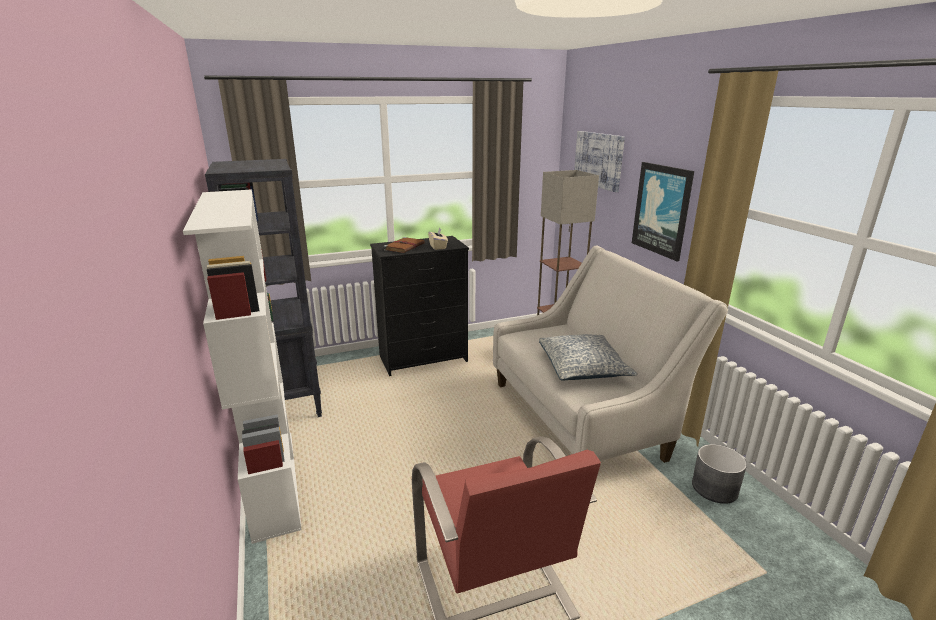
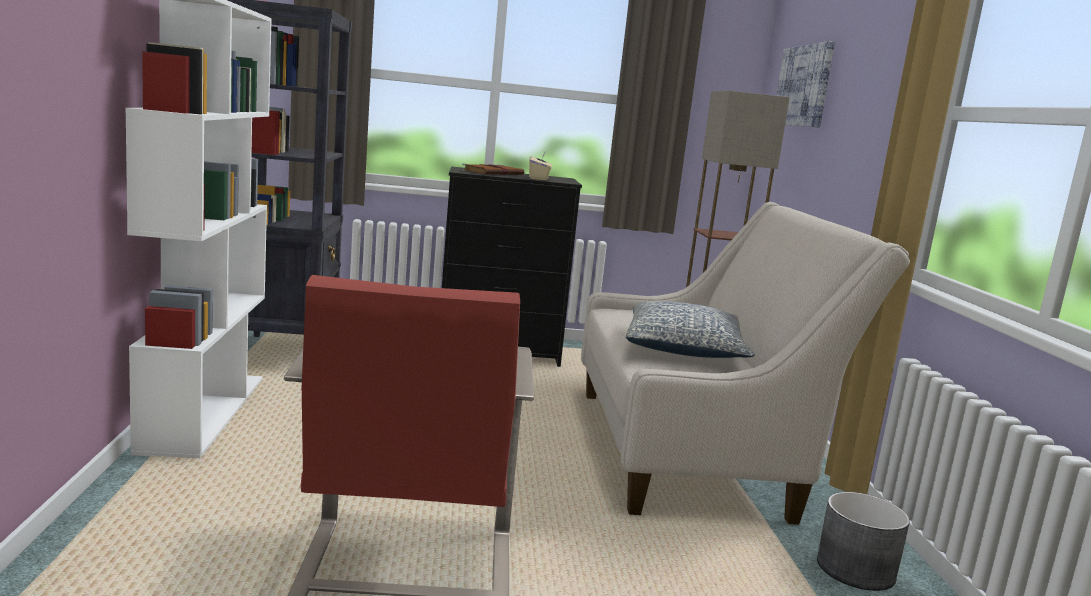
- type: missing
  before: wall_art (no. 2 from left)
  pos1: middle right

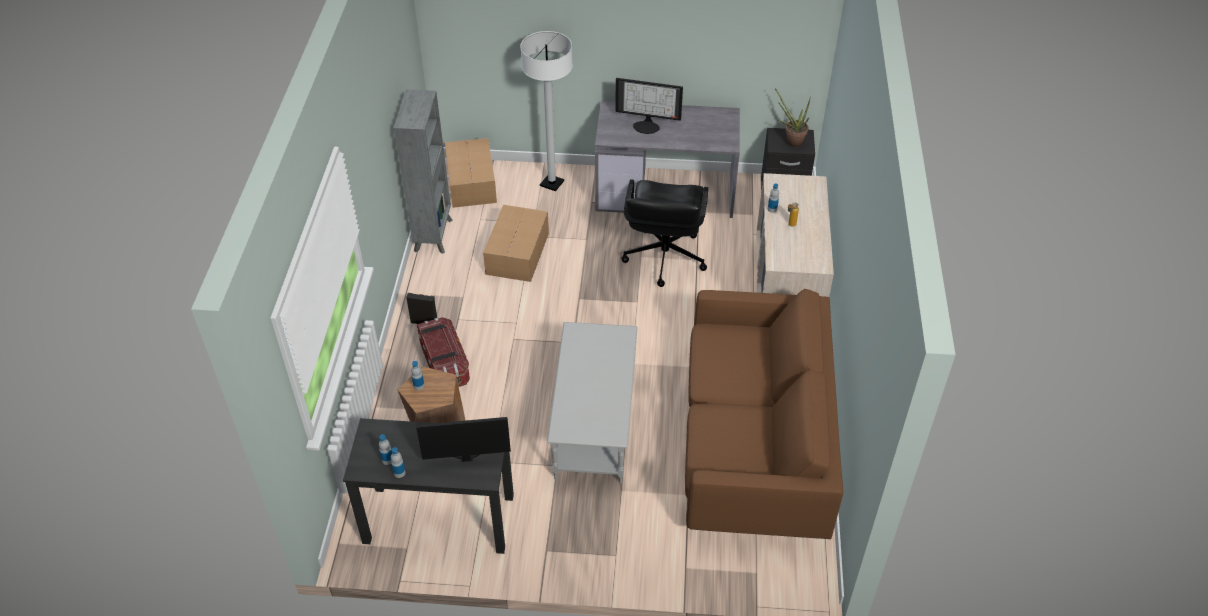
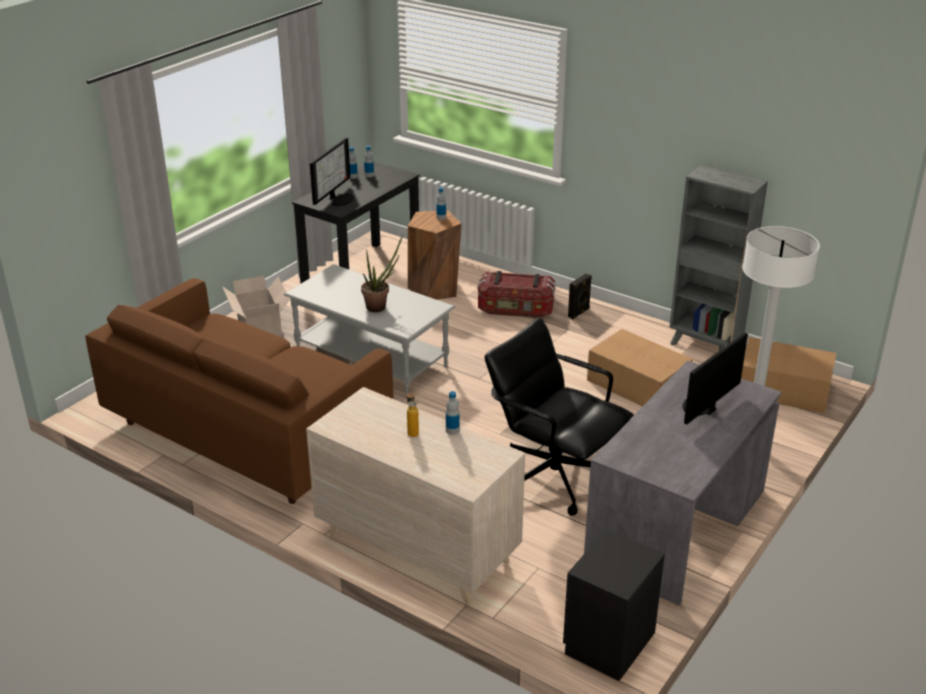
- type: relocated
  before: houseplant
  pos1: top centre
  pos2: centre
- type: appeared
  after: cardboard_box (no. 1 from left)
  pos2: middle left

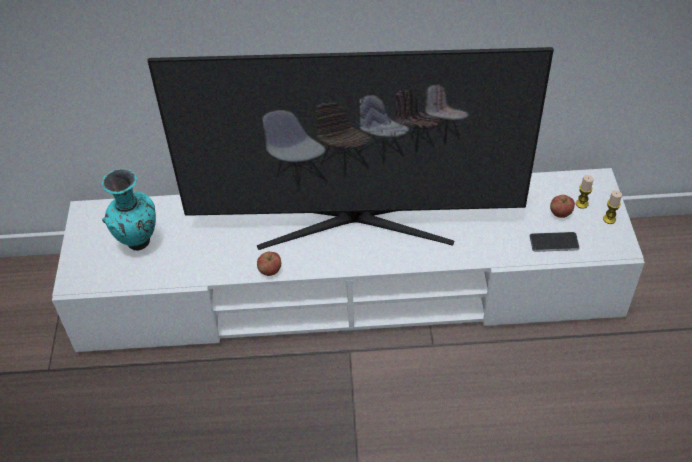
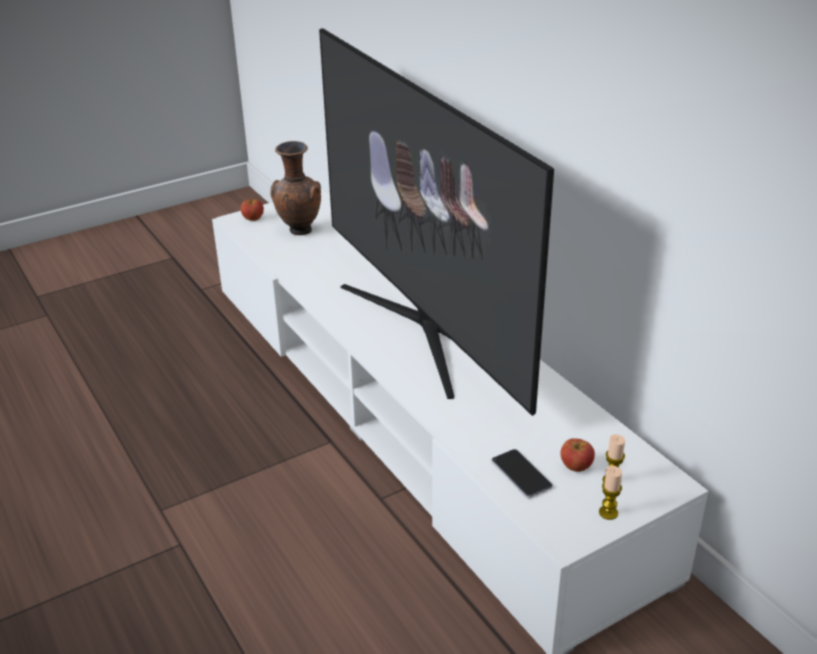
- type: colour
  before: turquoise_decorative_vase
  after: brown_decorative_vase
  pos1: middle left
  pos2: top centre
- type: relocated
  before: apple (no. 1 from left)
  pos1: centre
  pos2: top left

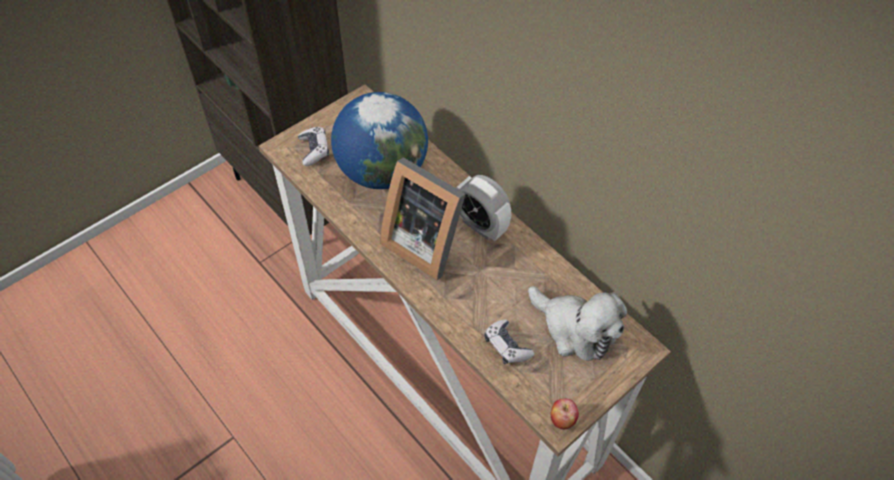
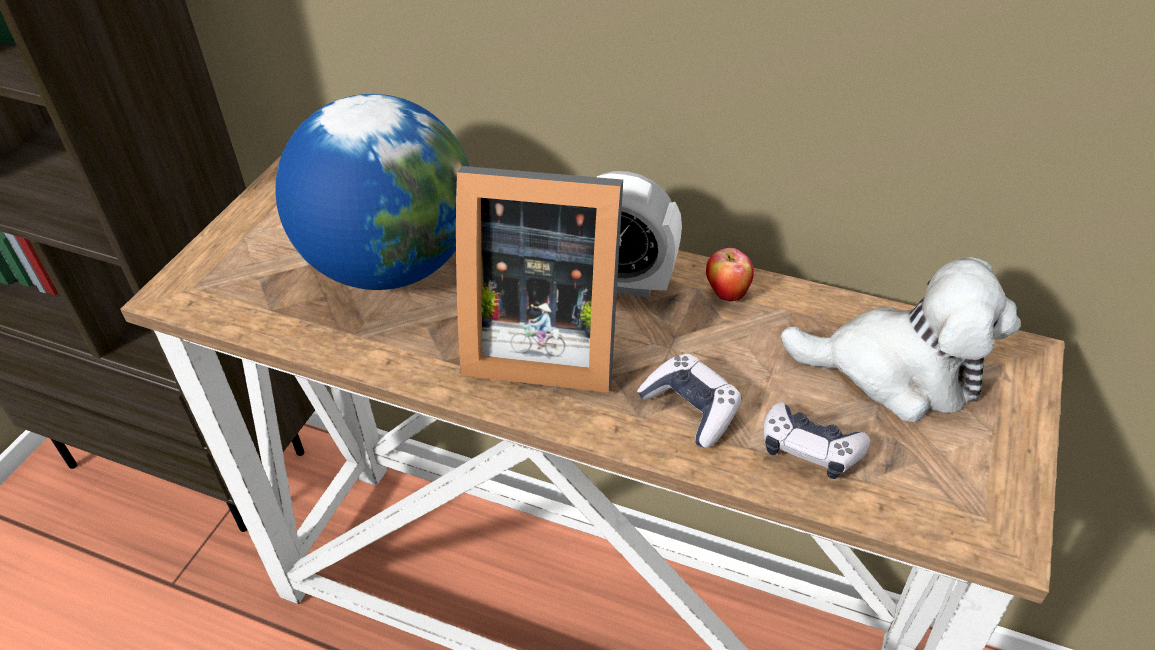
- type: relocated
  before: gamepad (no. 1 from left)
  pos1: top centre
  pos2: centre
- type: relocated
  before: apple
  pos1: bottom centre
  pos2: centre

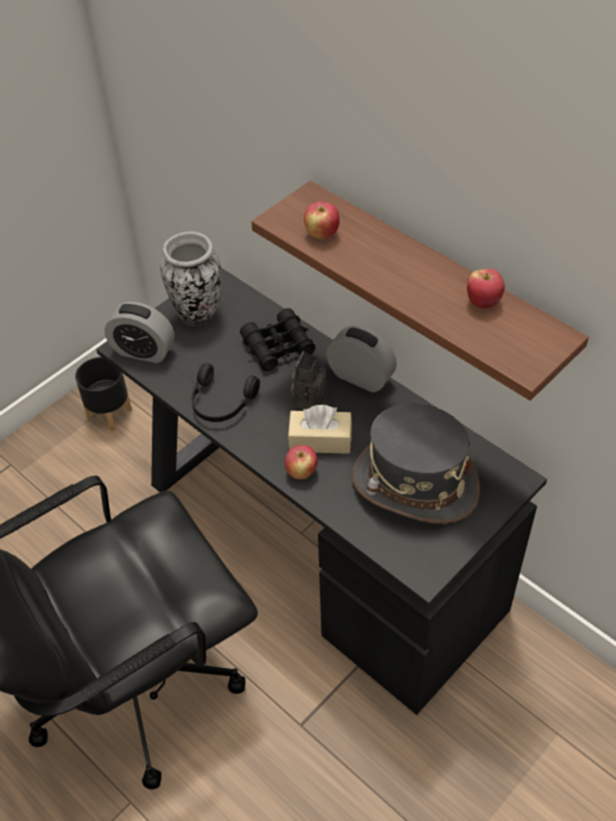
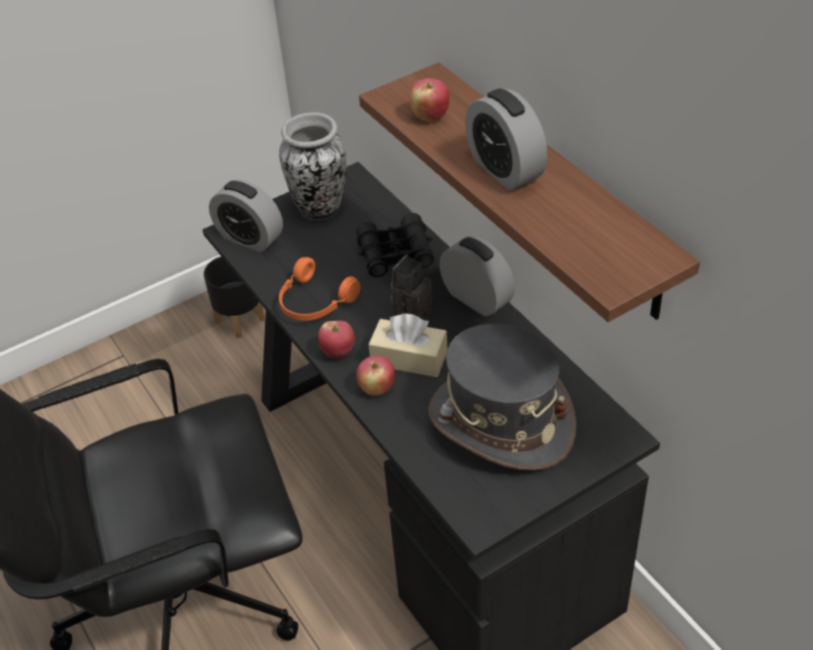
- type: relocated
  before: apple (no. 3 from left in the first image)
  after: apple (no. 1 from left)
  pos1: middle right
  pos2: centre
- type: colour
  before: black-coloured_headphones
  after: orangey_headphones
  pos1: centre
  pos2: centre
- type: appeared
  after: bedside_clock (no. 3 from left)
  pos2: top centre

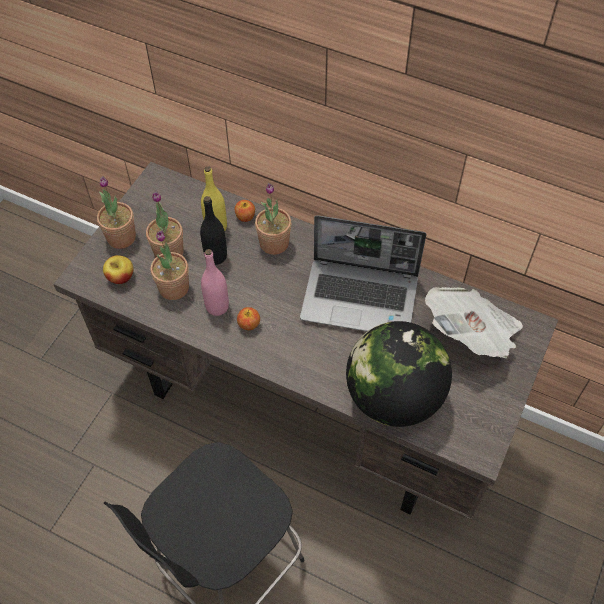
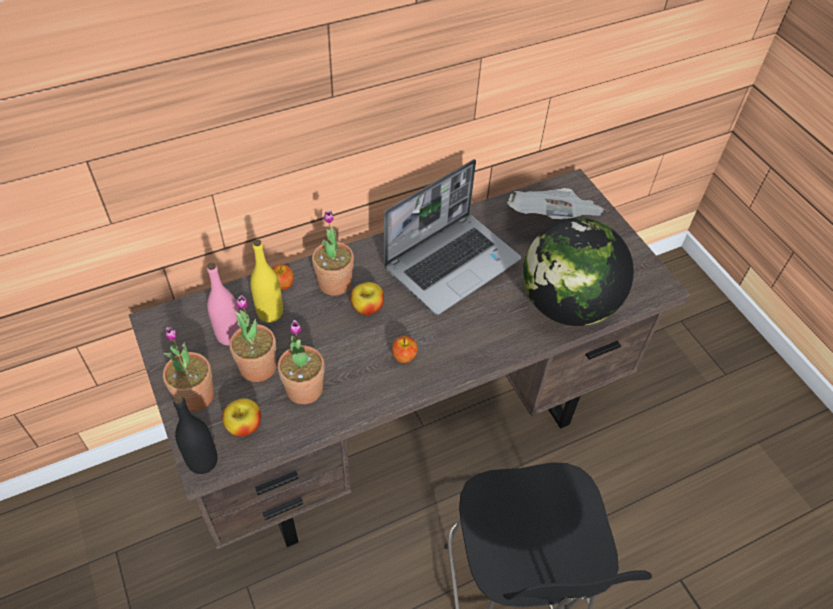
- type: relocated
  before: black-coloured_beverage_bottle
  pos1: centre
  pos2: bottom left
- type: relocated
  before: pinkish_beverage_bottle
  pos1: centre
  pos2: middle left
- type: appeared
  after: apple (no. 3 from left)
  pos2: centre

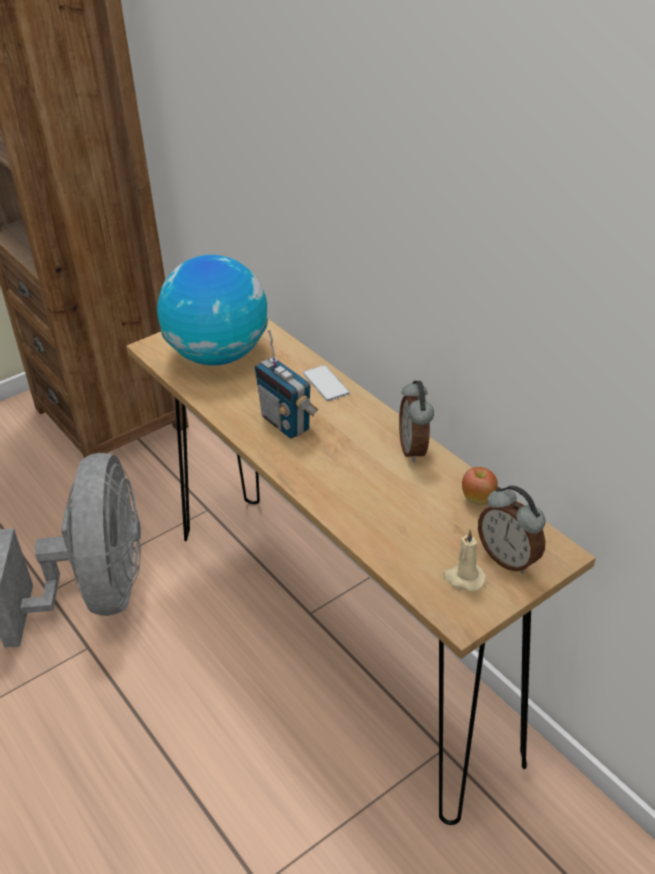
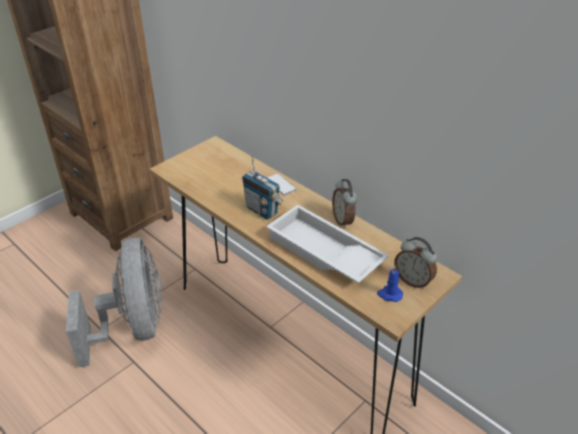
- type: missing
  before: world_globe
  pos1: middle left
- type: missing
  before: apple
  pos1: middle right
- type: colour
  before: beige_wax_candle
  after: bluish_wax_candle
  pos1: middle right
  pos2: middle right
- type: appeared
  after: white_tray
  pos2: centre

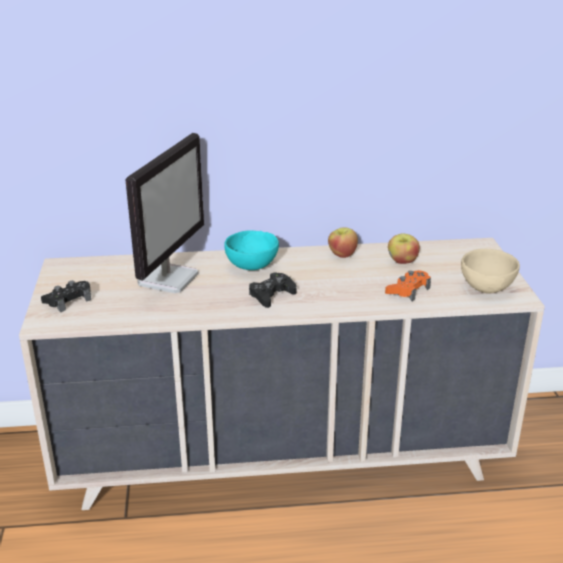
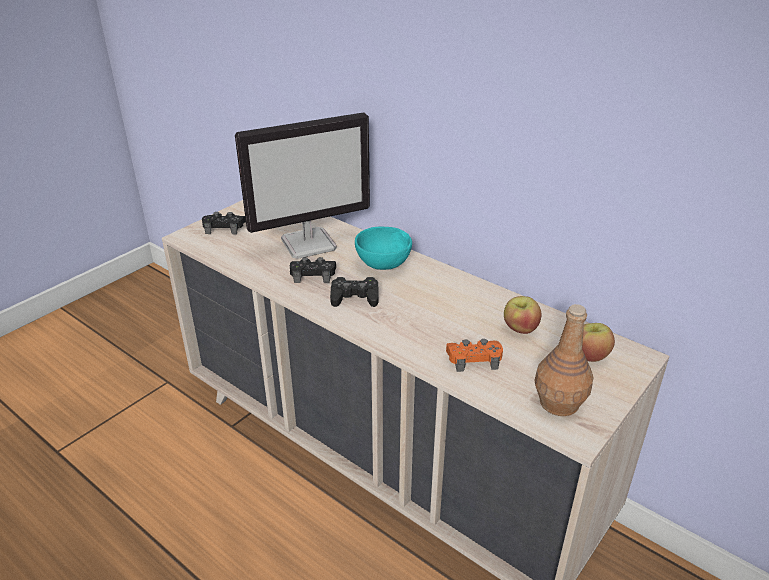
- type: relocated
  before: apple (no. 1 from left in the first image)
  after: apple (no. 2 from left)
  pos1: centre
  pos2: middle right
- type: exchanged
  before: beige_bowl
  after: brown_beverage_bottle
  pos1: middle right
  pos2: middle right
- type: appeared
  after: black-coloured_gamepad (no. 2 from left)
  pos2: centre

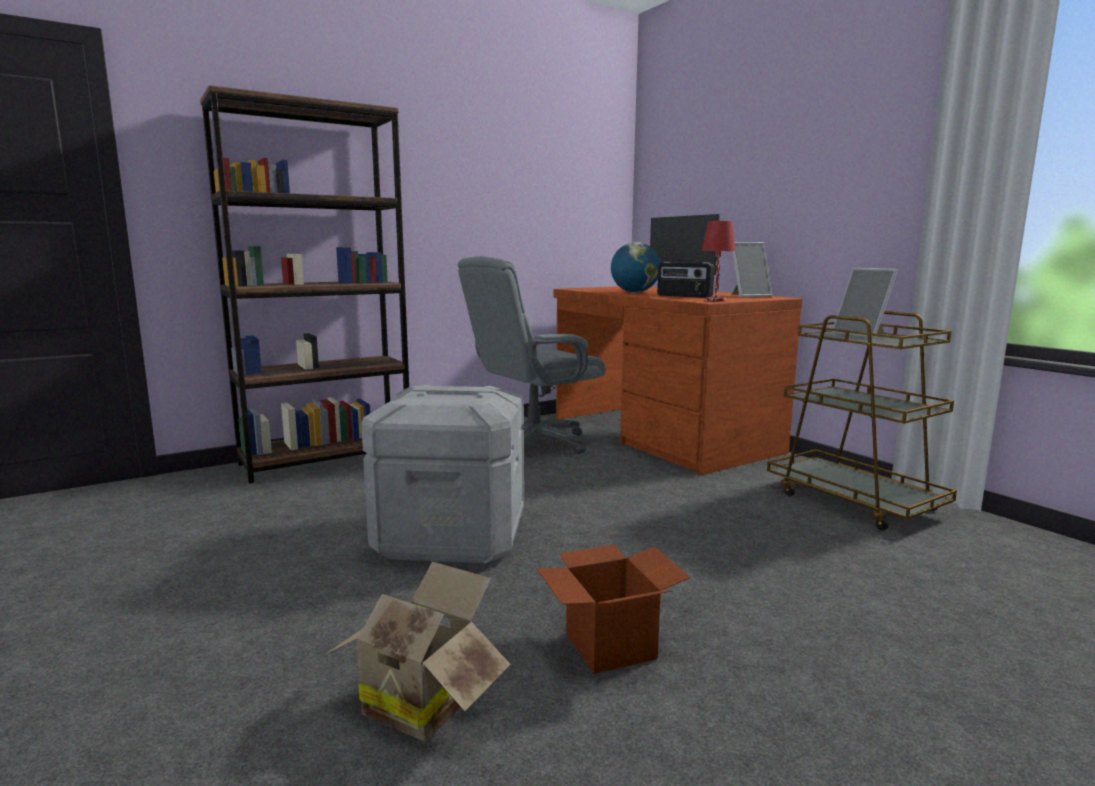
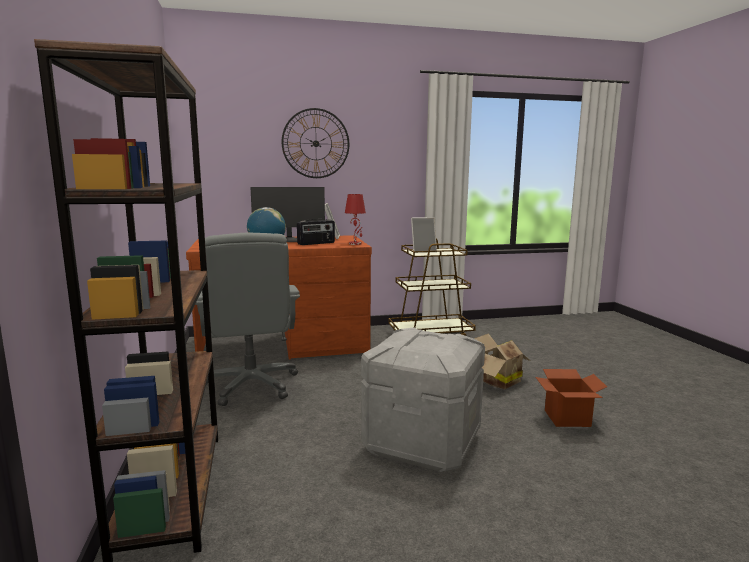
- type: relocated
  before: cardboard_box (no. 1 from left)
  pos1: bottom centre
  pos2: middle right
- type: appeared
  after: clock_on_the_wall
  pos2: top centre

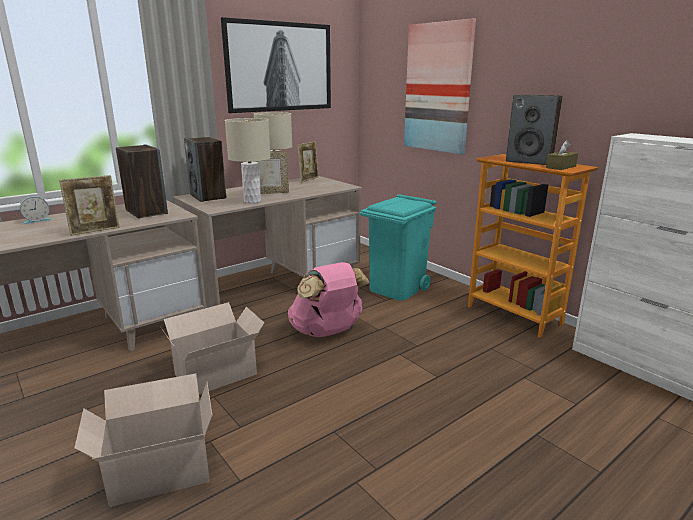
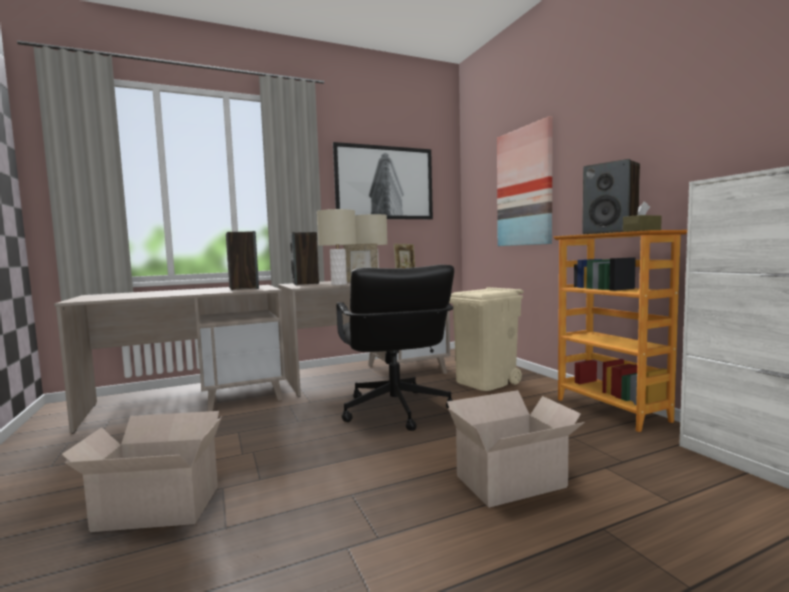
- type: missing
  before: photo_frame (no. 1 from left)
  pos1: middle left
- type: colour
  before: turquoise_rubbish_bin
  after: beige_rubbish_bin
  pos1: centre
  pos2: centre
- type: missing
  before: bedside_clock
  pos1: middle left
- type: exchanged
  before: pinkish_knapsack
  after: black-coloured_desk_chair
  pos1: centre
  pos2: centre
- type: relocated
  before: cardboard_box (no. 2 from left)
  pos1: bottom left
  pos2: bottom centre

